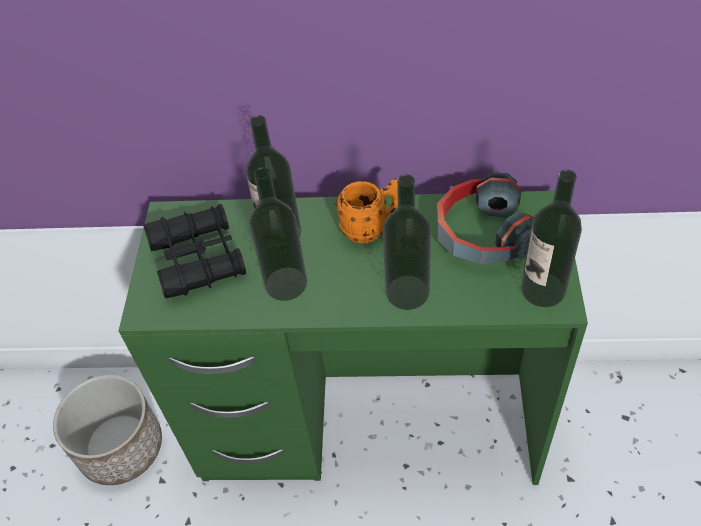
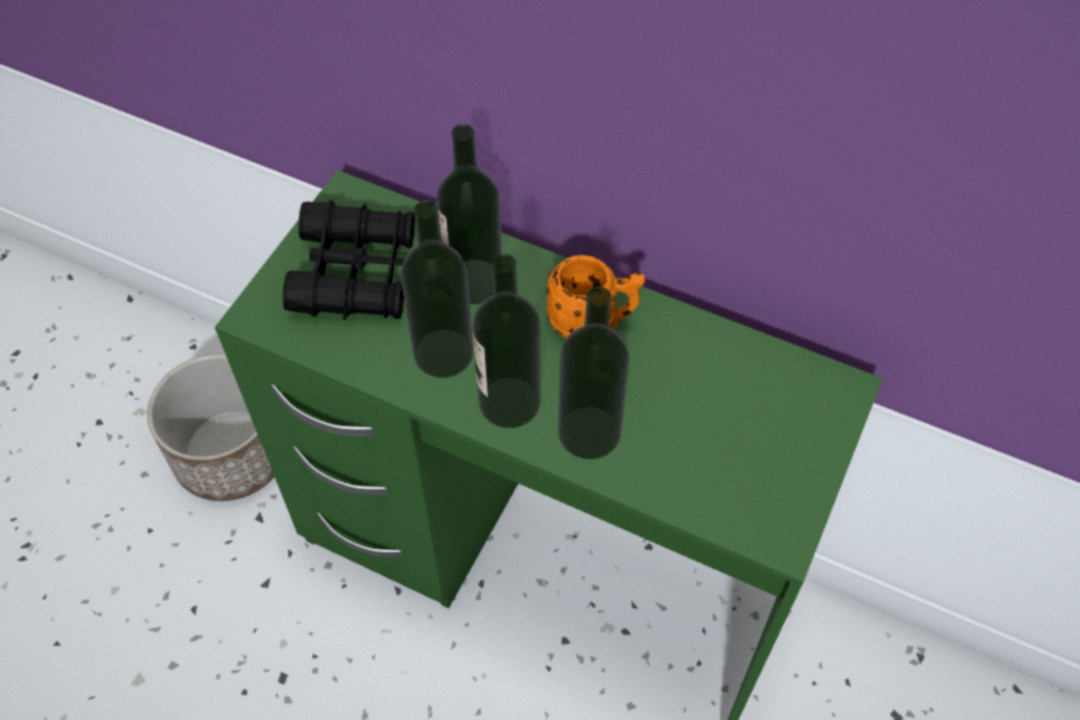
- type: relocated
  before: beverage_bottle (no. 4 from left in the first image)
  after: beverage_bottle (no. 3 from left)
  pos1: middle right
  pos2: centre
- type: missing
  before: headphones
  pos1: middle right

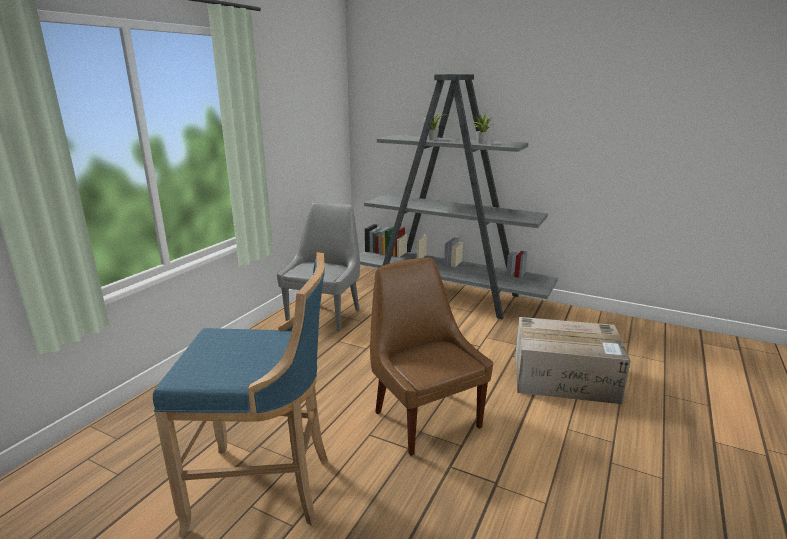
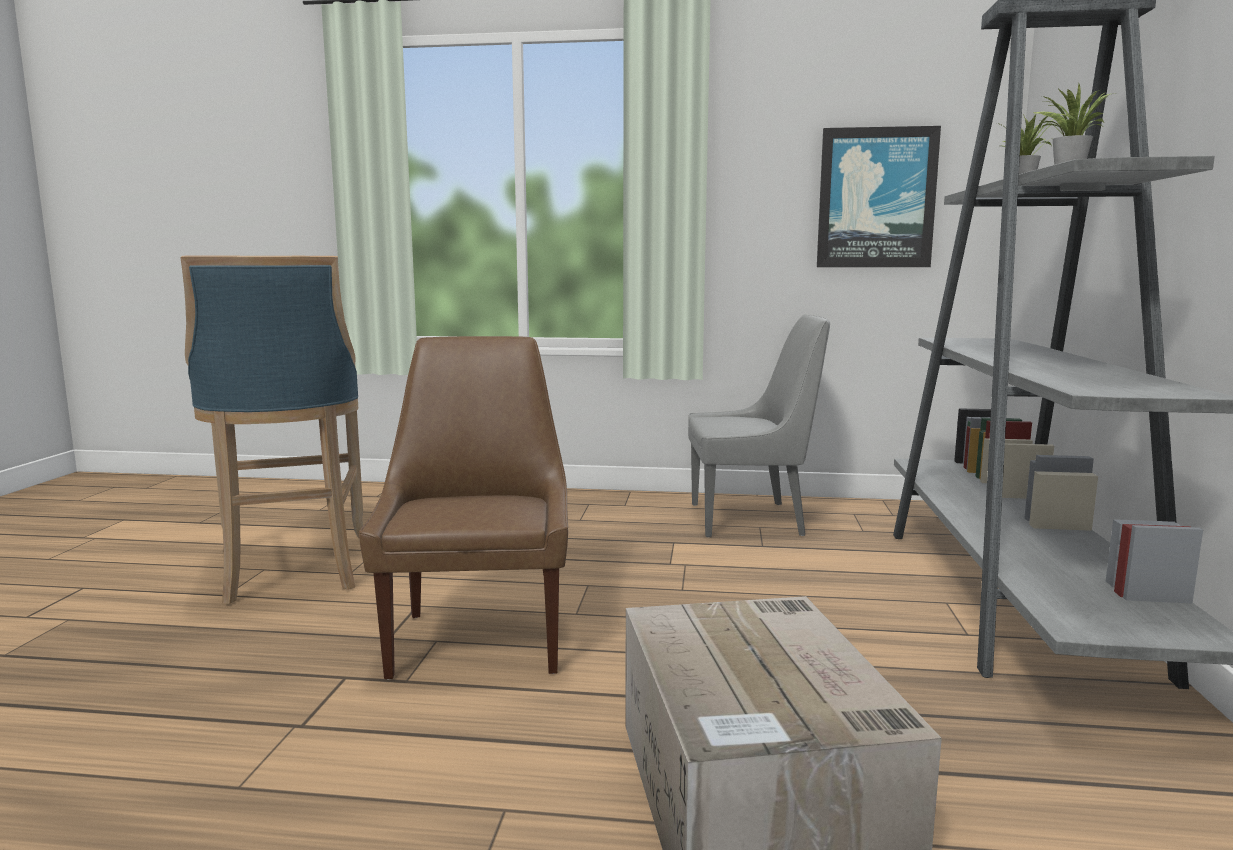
- type: spun
  before: brown_upright_chair
  pos1: centre
  pos2: centre
  turn: -45
- type: appeared
  after: wall_art
  pos2: top right

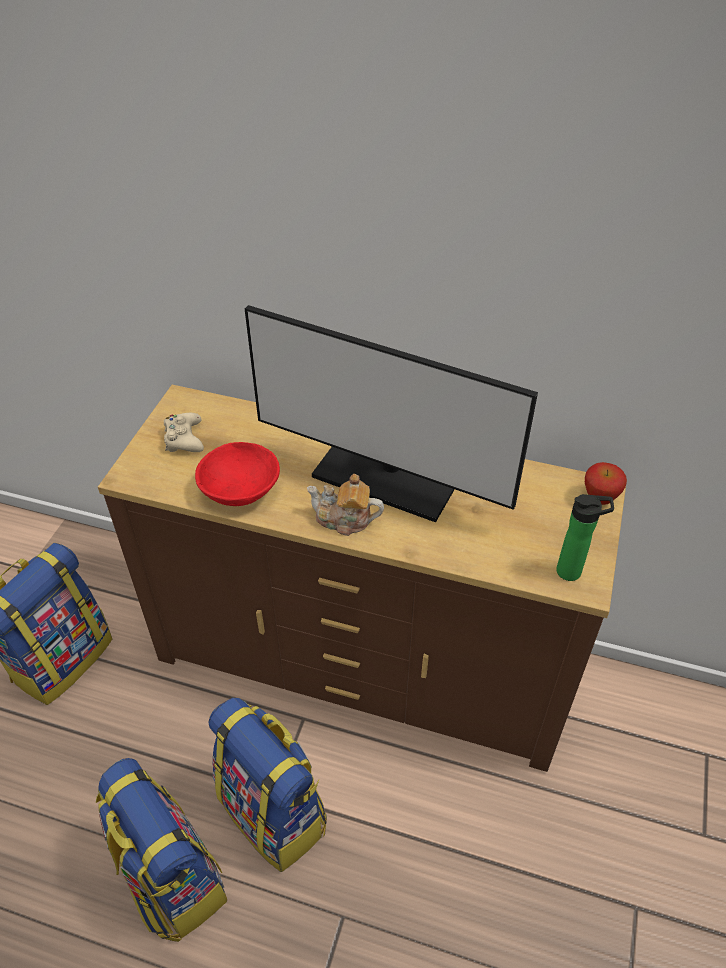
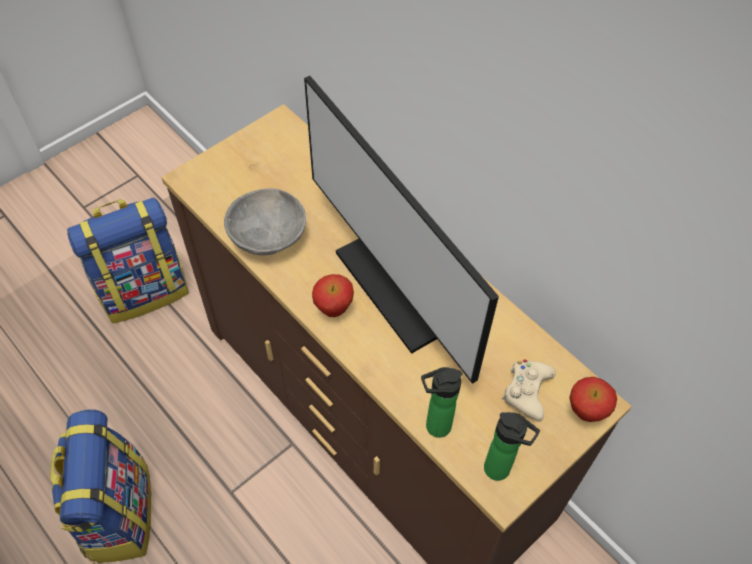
- type: relocated
  before: beige_gamepad
  pos1: middle left
  pos2: bottom right
- type: colour
  before: red_bowl
  after: gray_bowl
  pos1: middle left
  pos2: centre
- type: exchanged
  before: tea_pot
  after: apple (no. 1 from left)
  pos1: centre
  pos2: centre
- type: missing
  before: knapsack (no. 3 from left)
  pos1: bottom centre
- type: appeared
  after: beverage_bottle (no. 1 from left)
  pos2: bottom centre

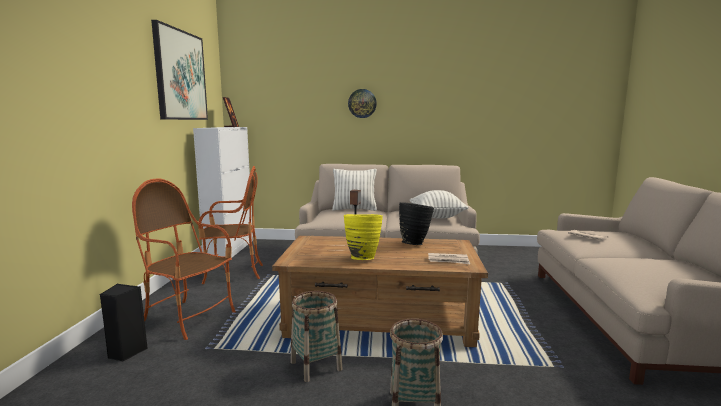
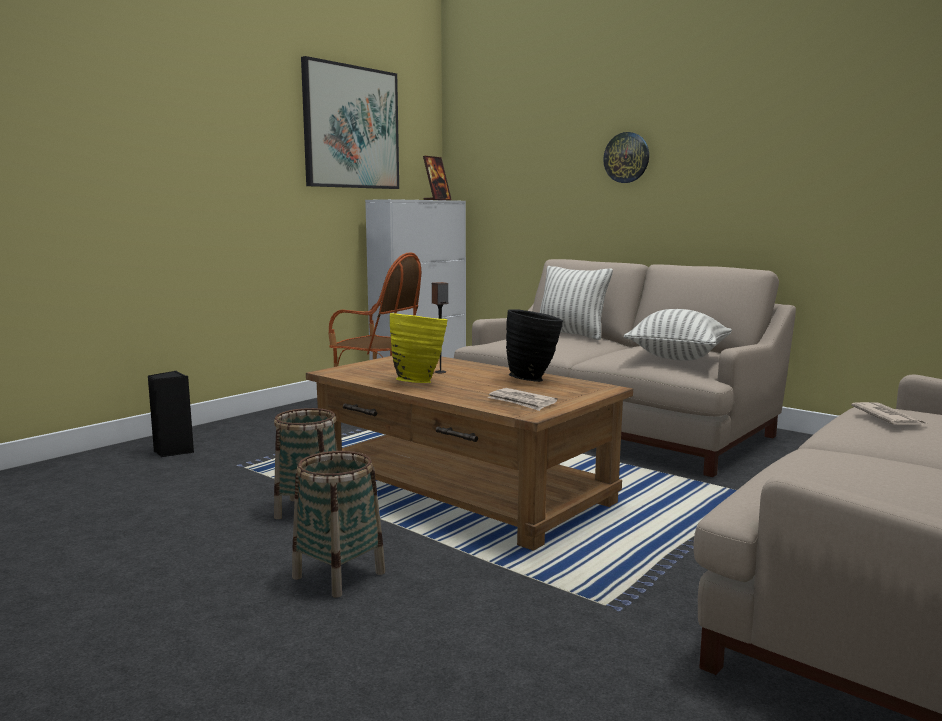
- type: missing
  before: lounge_chair (no. 1 from left)
  pos1: middle left

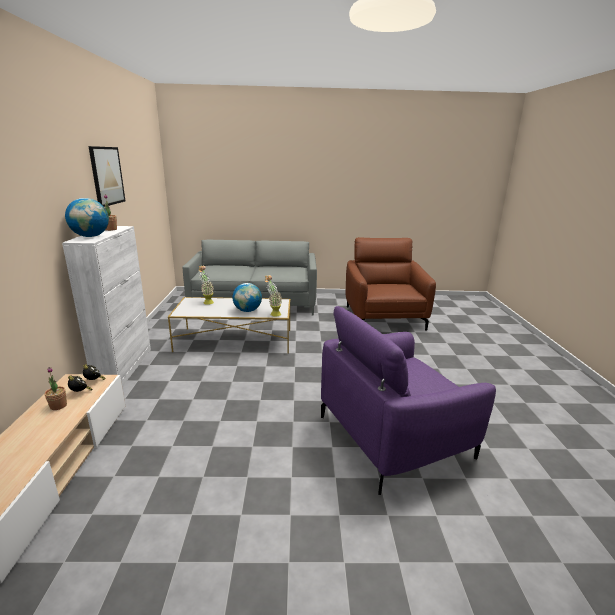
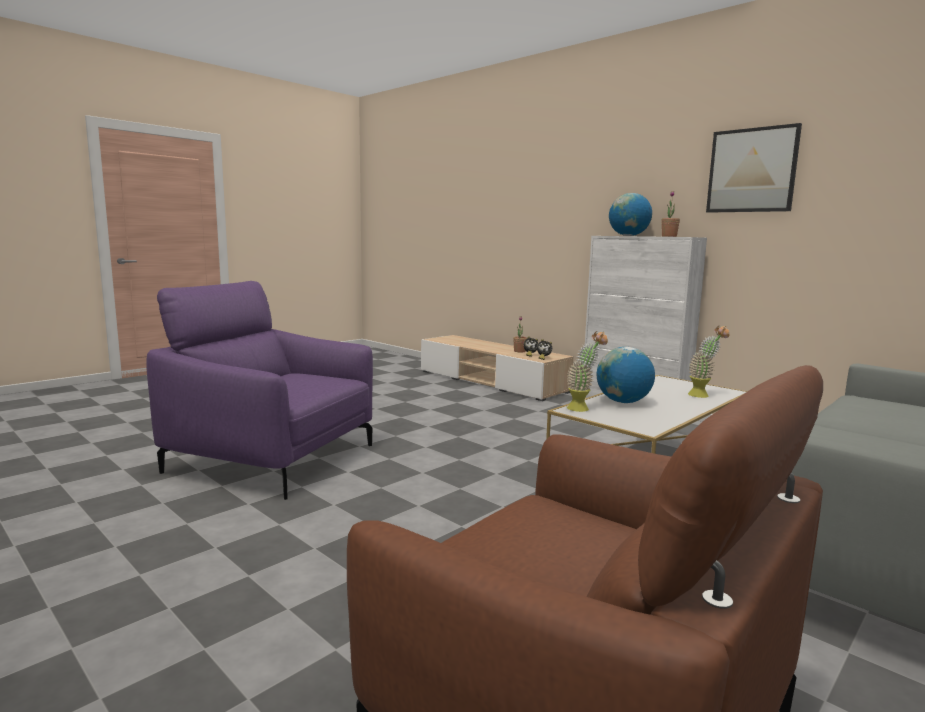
- type: spun
  before: purple-coloured_lounge_chair
  pos1: centre
  pos2: middle left
  turn: -90

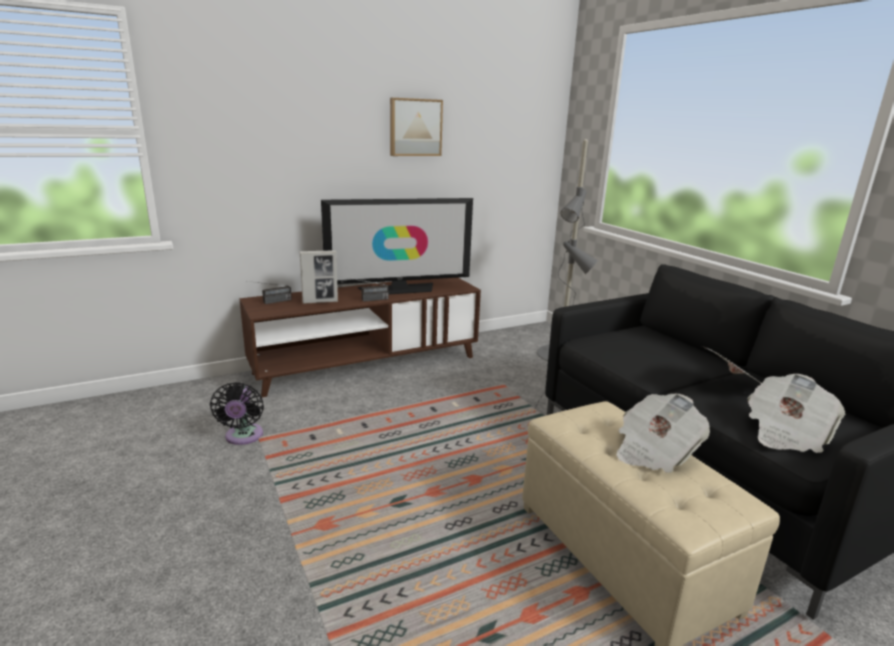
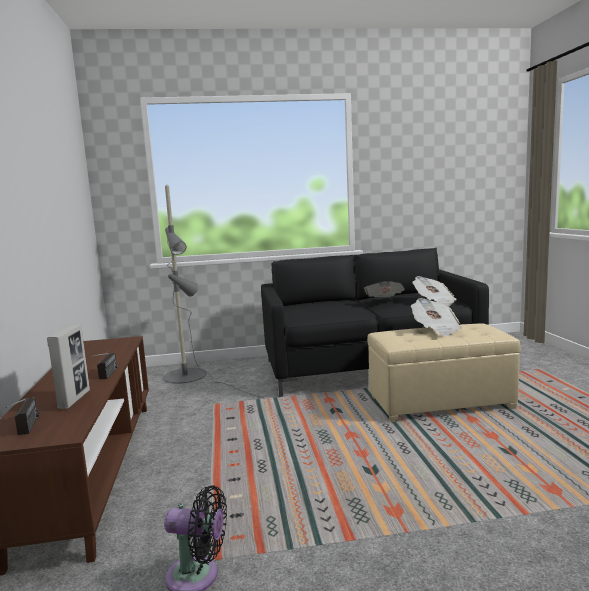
- type: missing
  before: wall_art
  pos1: top centre
- type: missing
  before: TV
  pos1: centre

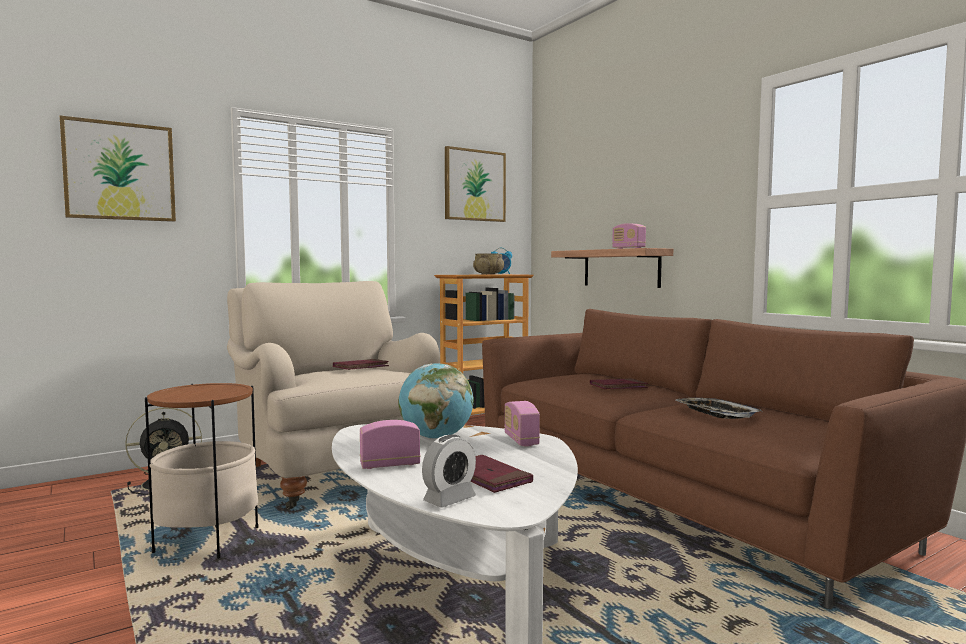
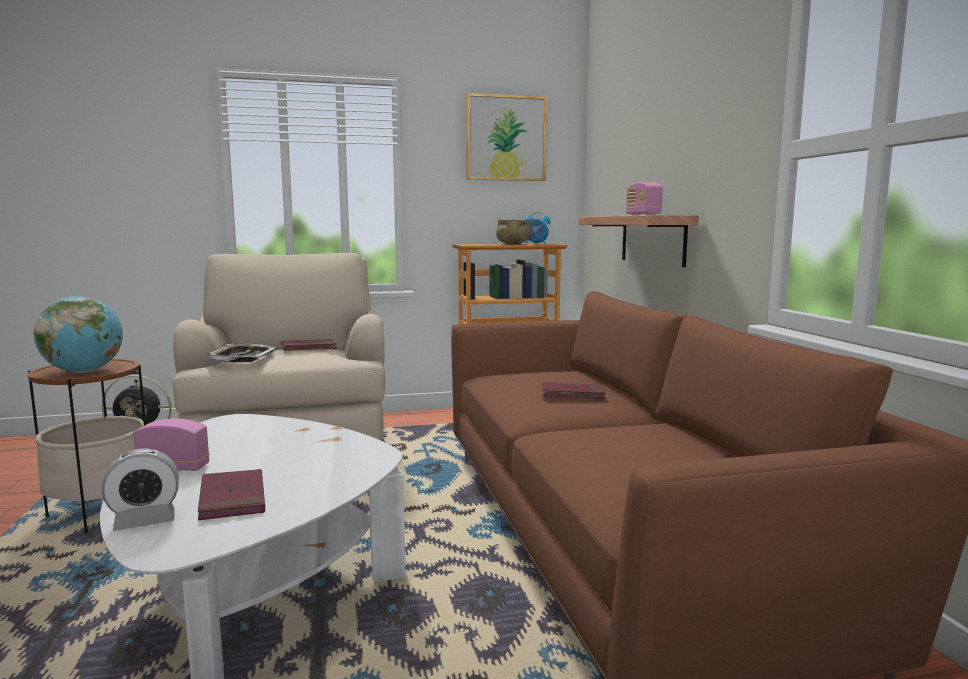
- type: missing
  before: wall_art (no. 1 from left)
  pos1: top left
- type: relocated
  before: world_globe
  pos1: centre
  pos2: middle left
- type: relocated
  before: tray
  pos1: middle right
  pos2: middle left
- type: missing
  before: radio_receiver (no. 2 from left)
  pos1: centre

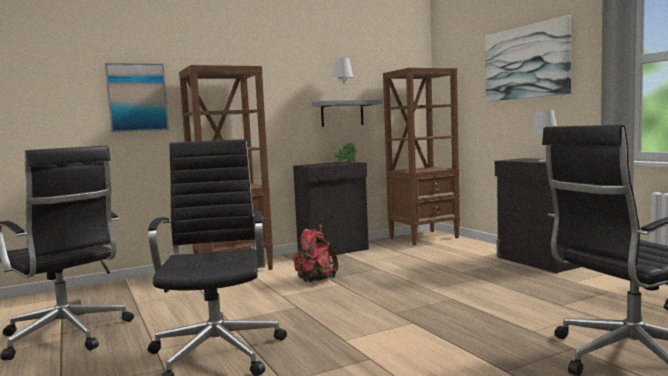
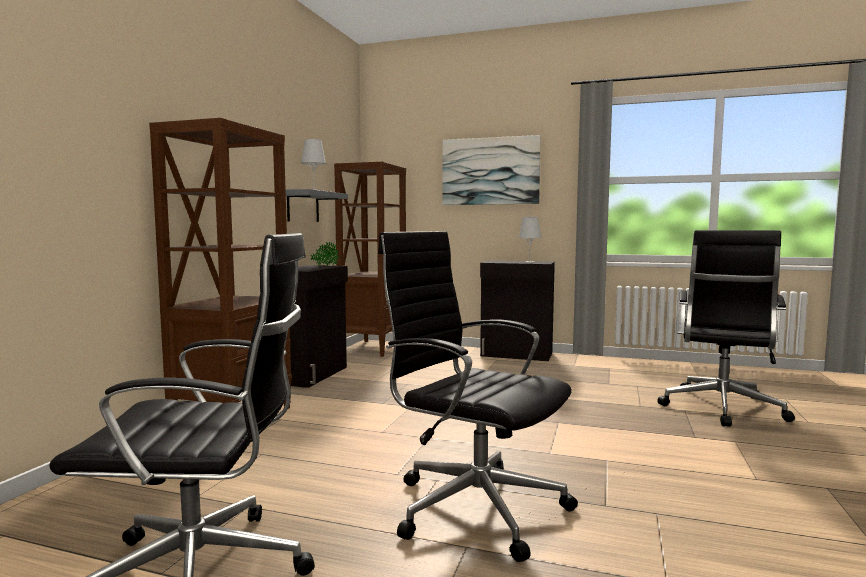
- type: missing
  before: wall_art (no. 1 from left)
  pos1: top left
- type: missing
  before: red_knapsack
  pos1: bottom centre

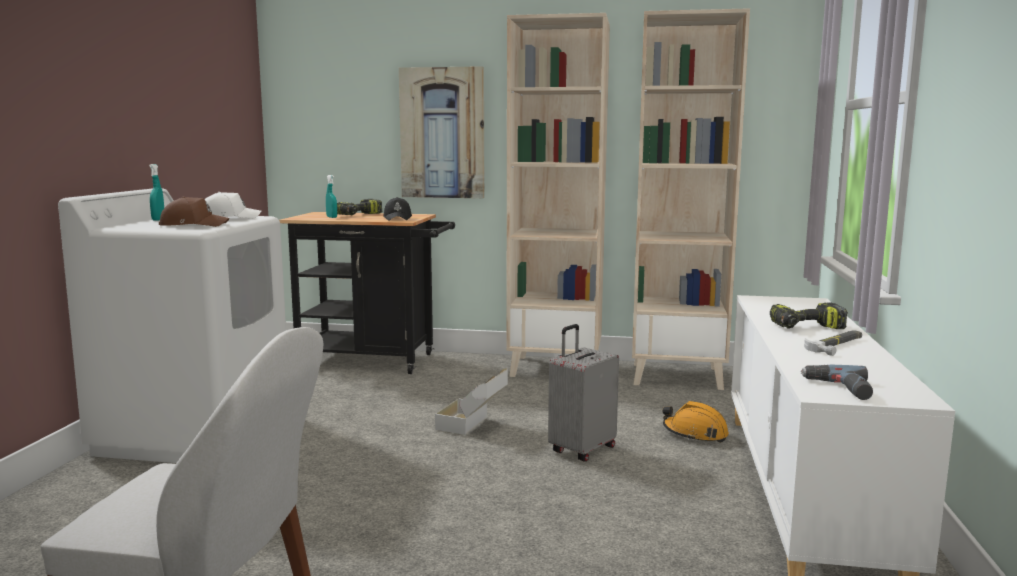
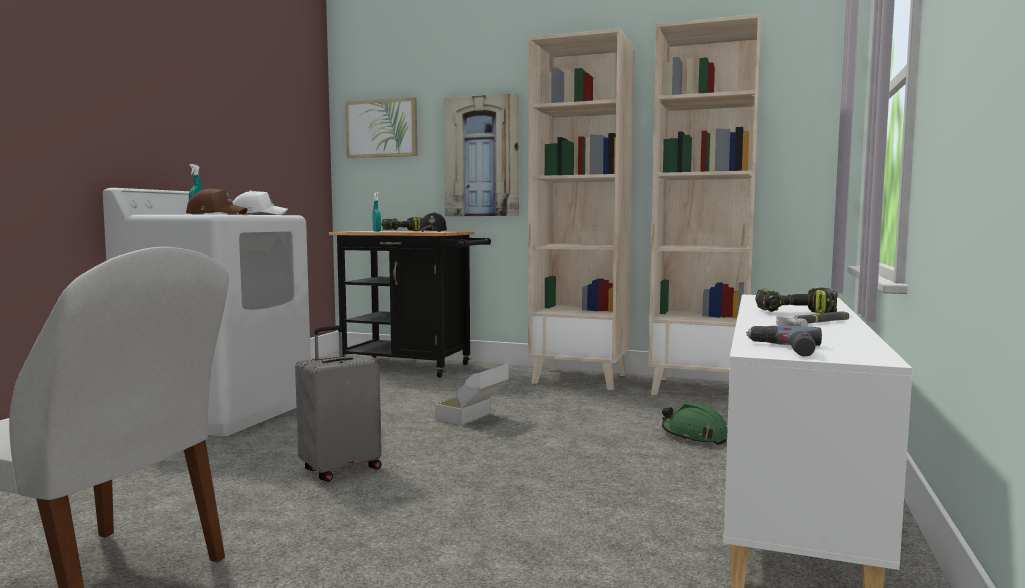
- type: relocated
  before: gray_travel_case
  pos1: bottom centre
  pos2: bottom left
- type: colour
  before: orangey_hard_hat
  after: green-coloured_hard_hat
  pos1: bottom right
  pos2: bottom right
- type: appeared
  after: wall_art (no. 1 from left)
  pos2: top centre

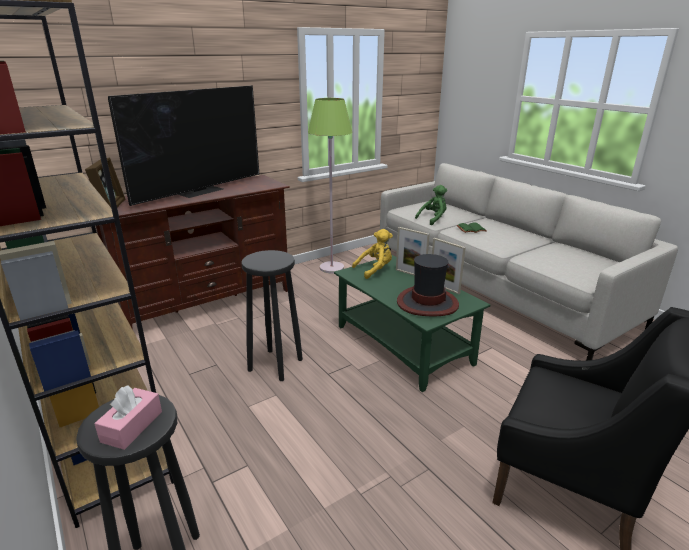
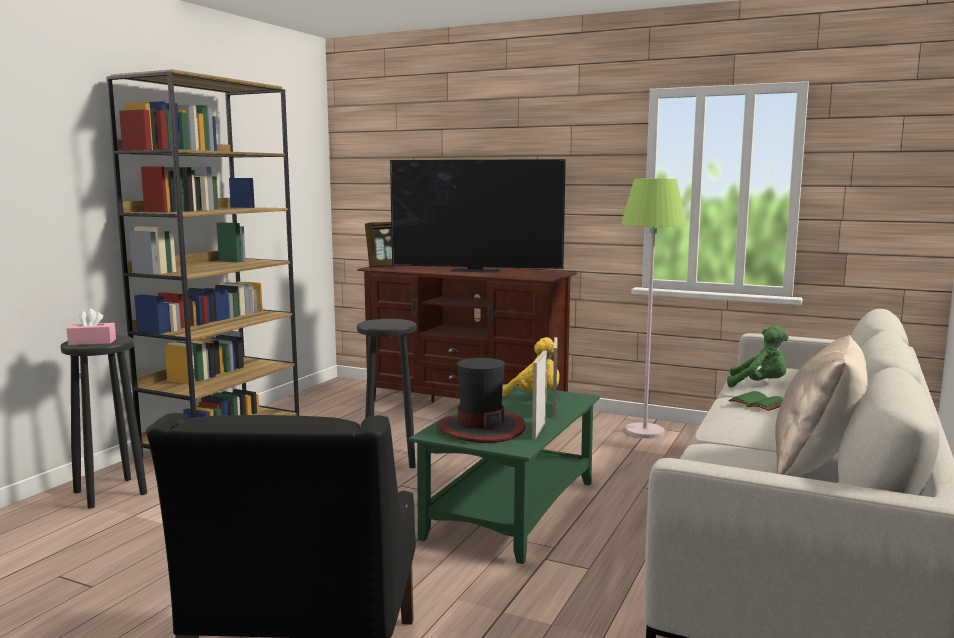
- type: appeared
  after: beige_throw_pillow
  pos2: middle right

